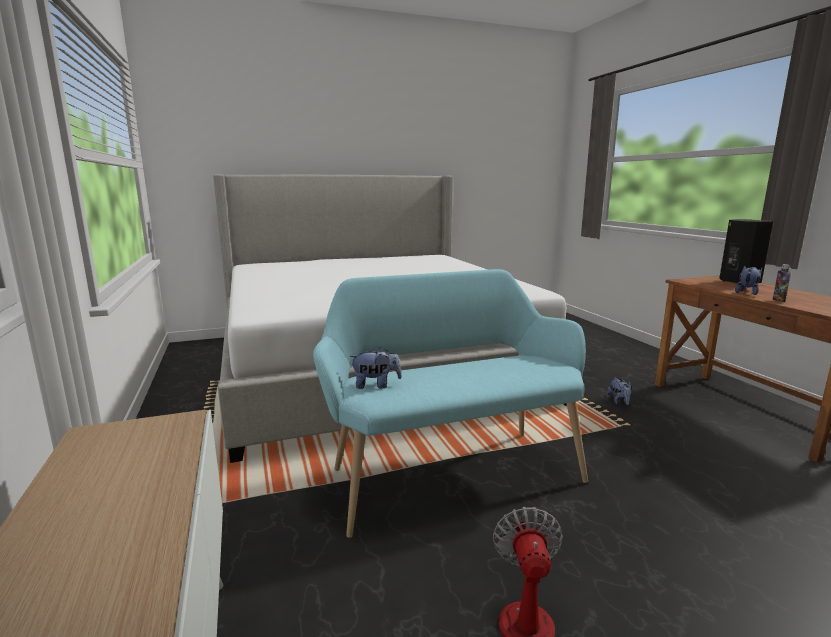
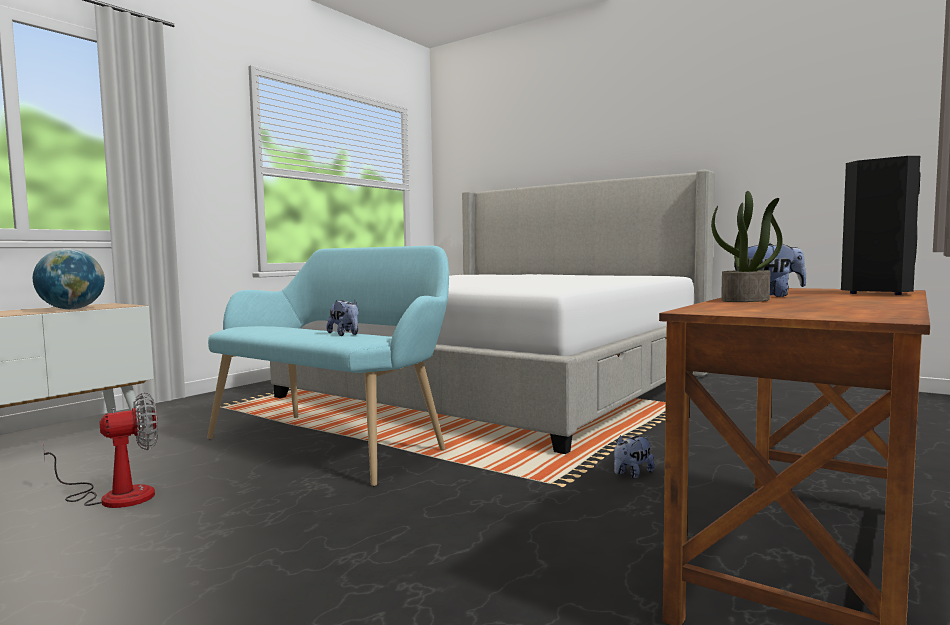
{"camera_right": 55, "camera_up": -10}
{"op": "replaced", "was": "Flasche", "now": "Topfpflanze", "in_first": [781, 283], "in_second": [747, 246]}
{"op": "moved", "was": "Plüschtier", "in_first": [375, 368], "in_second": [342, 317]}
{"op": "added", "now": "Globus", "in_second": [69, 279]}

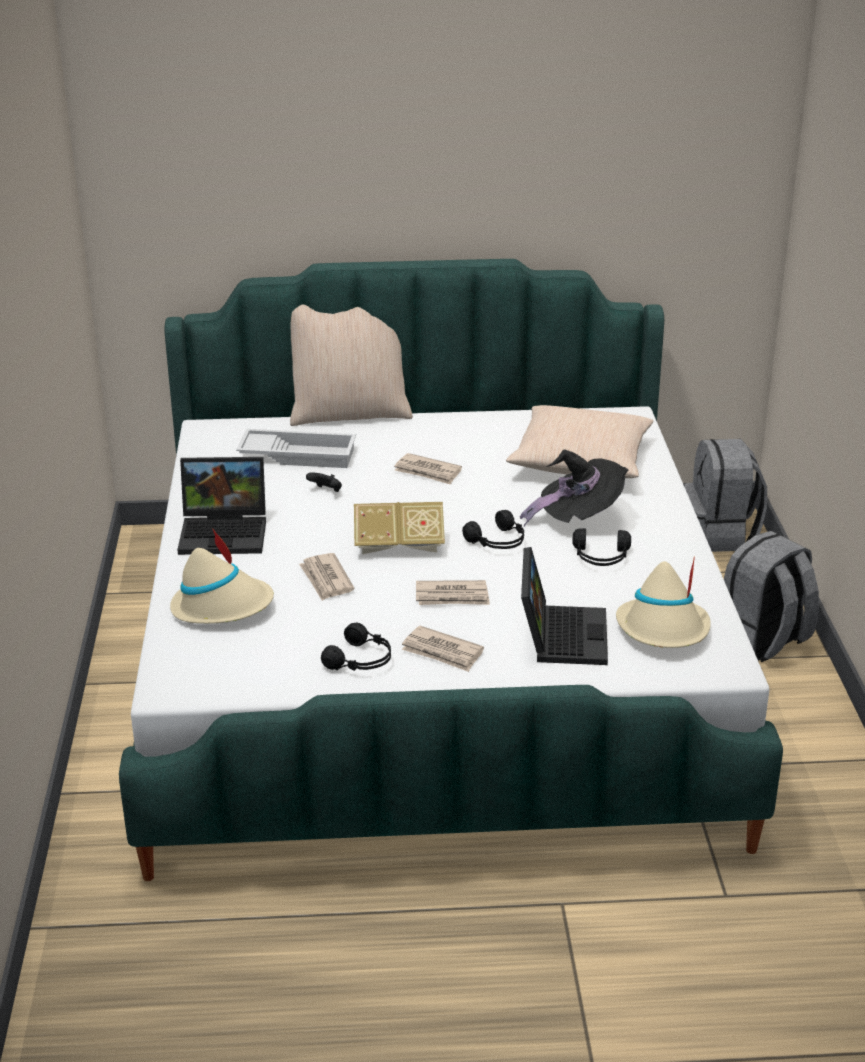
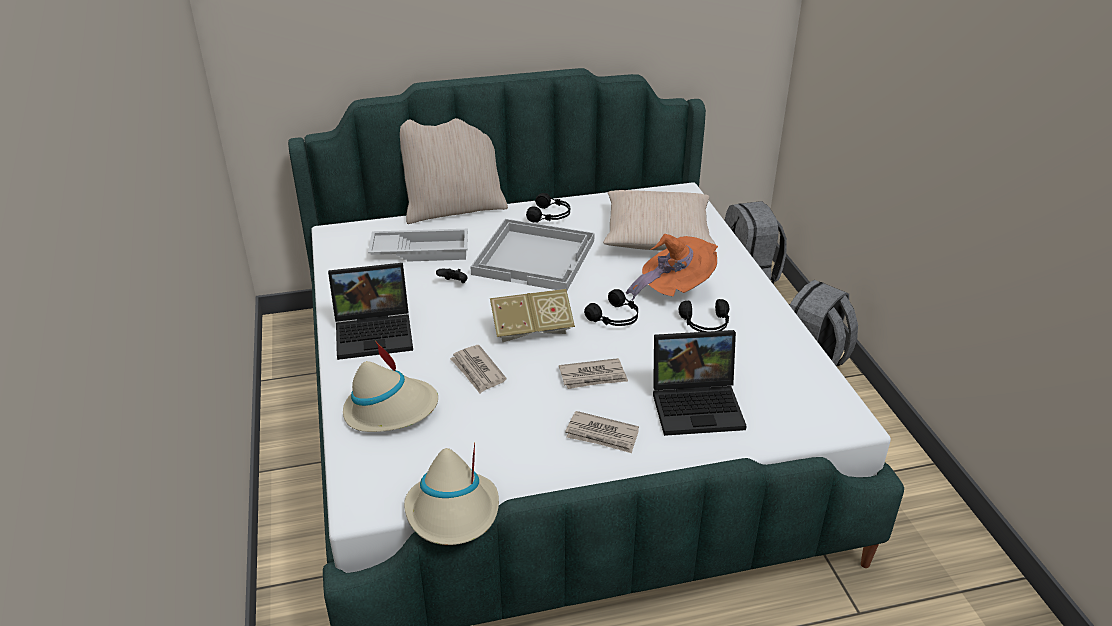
{"camera_right": -10, "camera_up": 5}
{"op": "recoloured", "was": "Hut (schwarz)", "now": "Hut (orange)", "in_first": [574, 487], "in_second": [672, 267]}
{"op": "replaced", "was": "Zeitung", "now": "Tablett (weiß)", "in_first": [428, 469], "in_second": [532, 254]}
{"op": "turned", "was": "Laptop", "in_first": [564, 606], "in_second": [699, 383], "clockwise": 90}
{"op": "moved", "was": "Hut (beige)", "in_first": [663, 602], "in_second": [451, 493]}
{"op": "moved", "was": "Kopfhörer (schwarz)", "in_first": [356, 647], "in_second": [548, 208]}

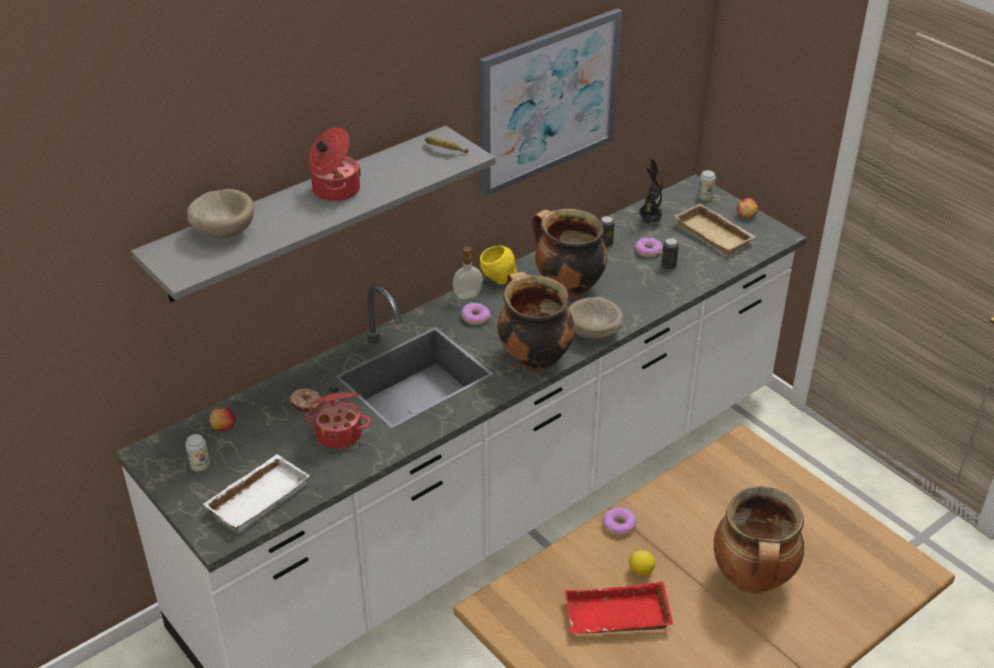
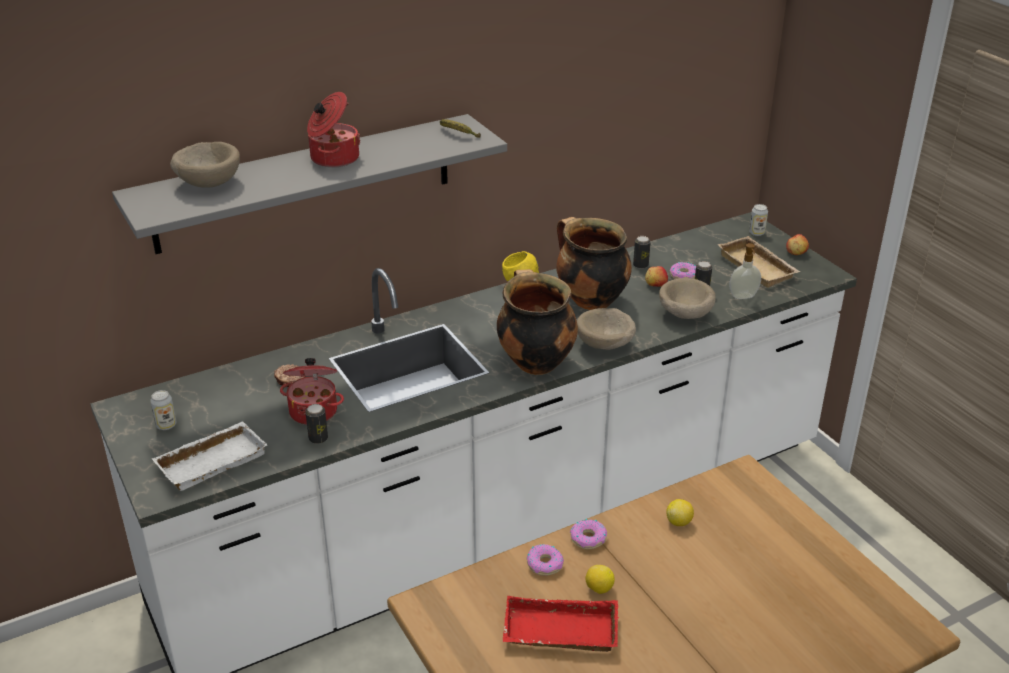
{"camera_right": 10, "camera_up": -5}
{"op": "removed", "was": "Bild", "in_first": [550, 103]}
{"op": "removed", "was": "Topfpflanze", "in_first": [649, 190]}
{"op": "moved", "was": "Seifenspender", "in_first": [467, 273], "in_second": [745, 271]}
{"op": "moved", "was": "Donut", "in_first": [475, 314], "in_second": [545, 560]}
{"op": "moved", "was": "Apfel", "in_first": [222, 419], "in_second": [656, 276]}
{"op": "removed", "was": "Kochtopf", "in_first": [759, 539]}
{"op": "added", "now": "Schüssel (beige)", "in_second": [687, 298]}
{"op": "added", "now": "Dose", "in_second": [316, 424]}
{"op": "added", "now": "Zitrone", "in_second": [680, 512]}

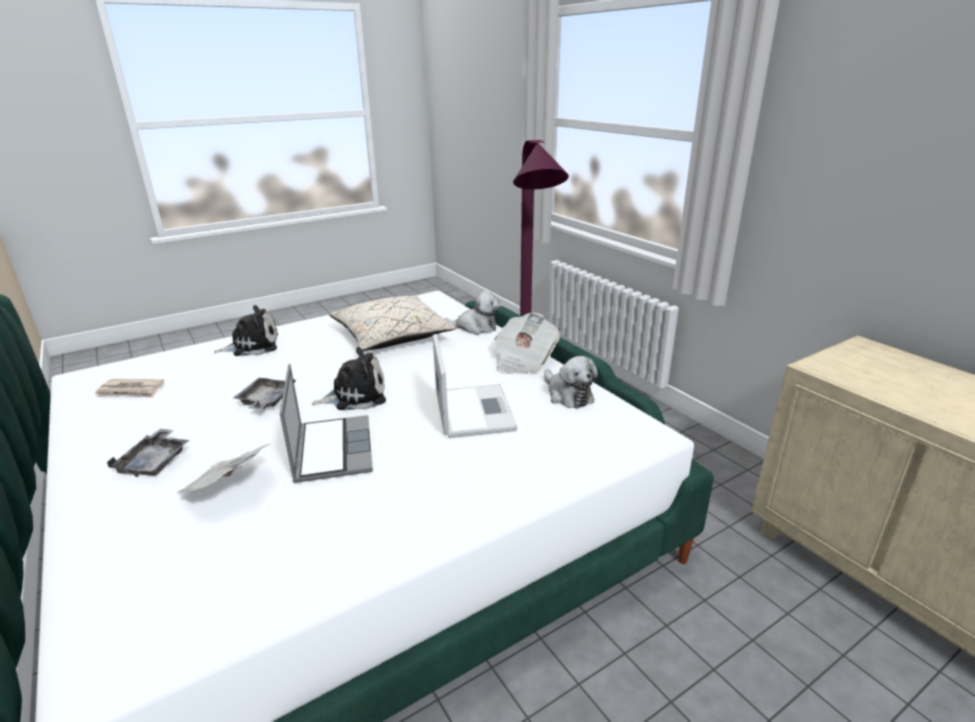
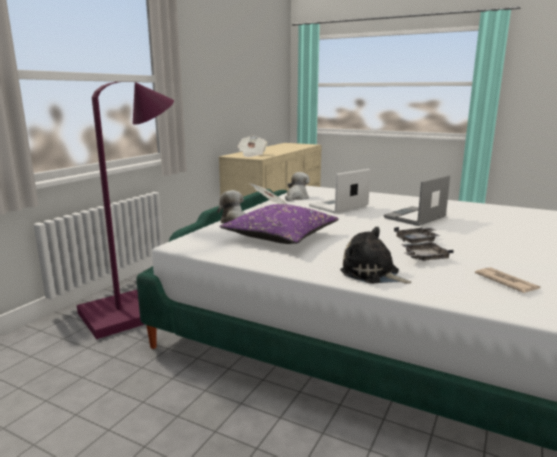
{"camera_right": -120, "camera_up": -10}
{"op": "recoloured", "was": "Kissen (beige)", "now": "Kissen (lila)", "in_first": [392, 323], "in_second": [279, 224]}
{"op": "removed", "was": "Plüschtier", "in_first": [349, 378]}
{"op": "moved", "was": "Tablett (grau)", "in_first": [148, 452], "in_second": [428, 251]}
{"op": "moved", "was": "Zeitung", "in_first": [224, 468], "in_second": [252, 146]}

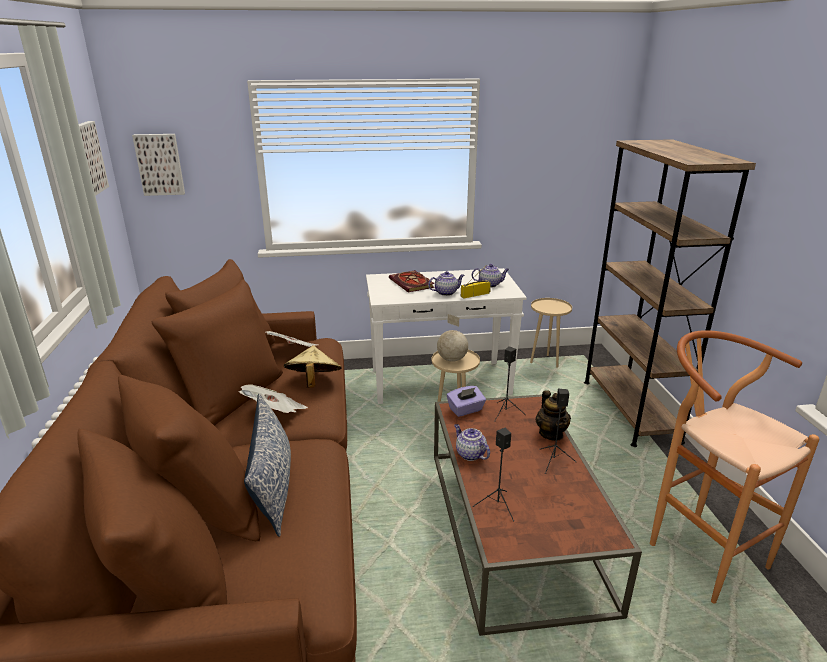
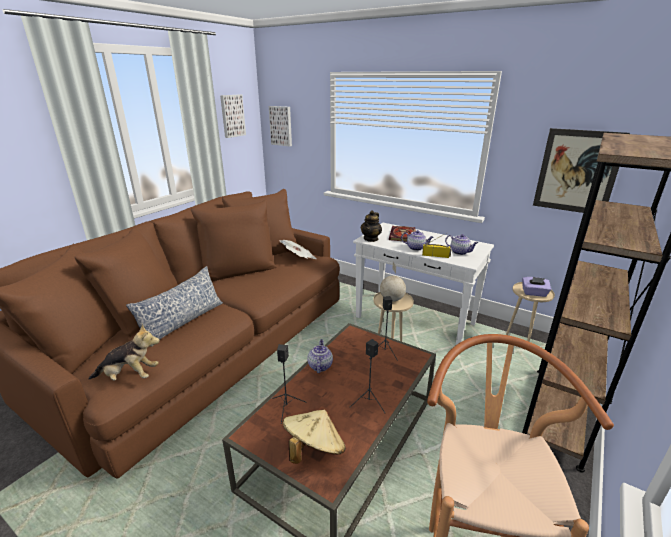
{"camera_right": 40, "camera_up": 0}
{"op": "moved", "was": "Hut (beige)", "in_first": [313, 366], "in_second": [314, 436]}
{"op": "removed", "was": "Zeitung", "in_first": [273, 398]}
{"op": "moved", "was": "Taschentuchbox (lila)", "in_first": [466, 401], "in_second": [536, 287]}
{"op": "moved", "was": "Teekanne", "in_first": [553, 415], "in_second": [371, 226]}
{"op": "added", "now": "Bild", "in_second": [581, 170]}
{"op": "added", "now": "Plüschtier", "in_second": [124, 352]}

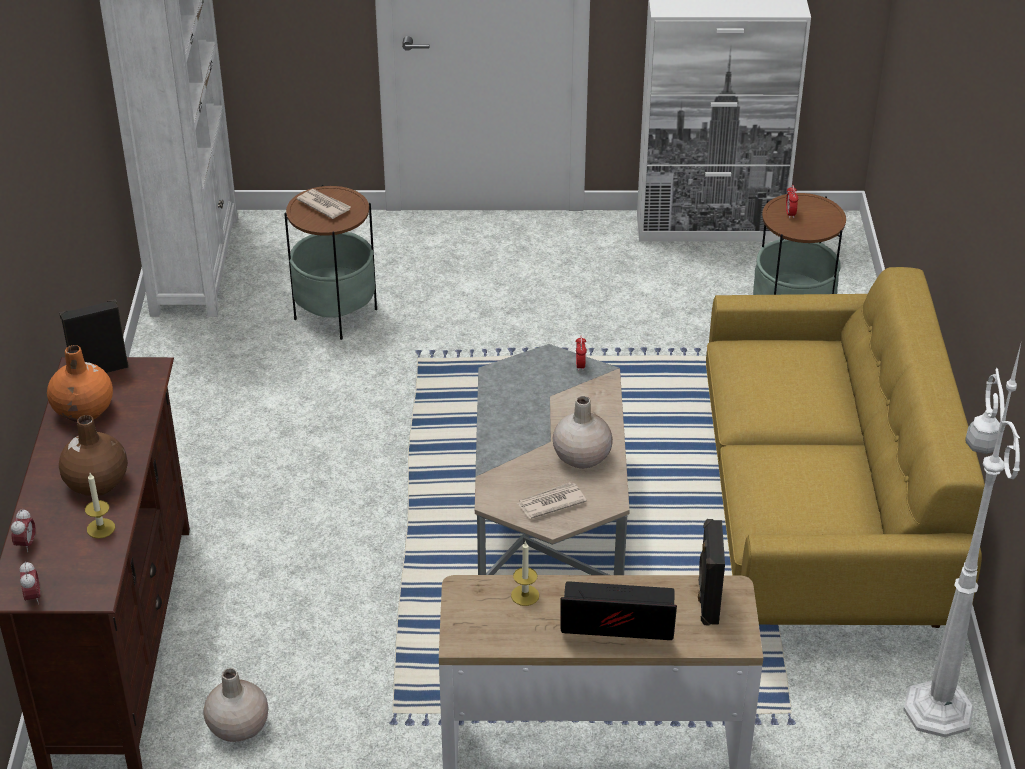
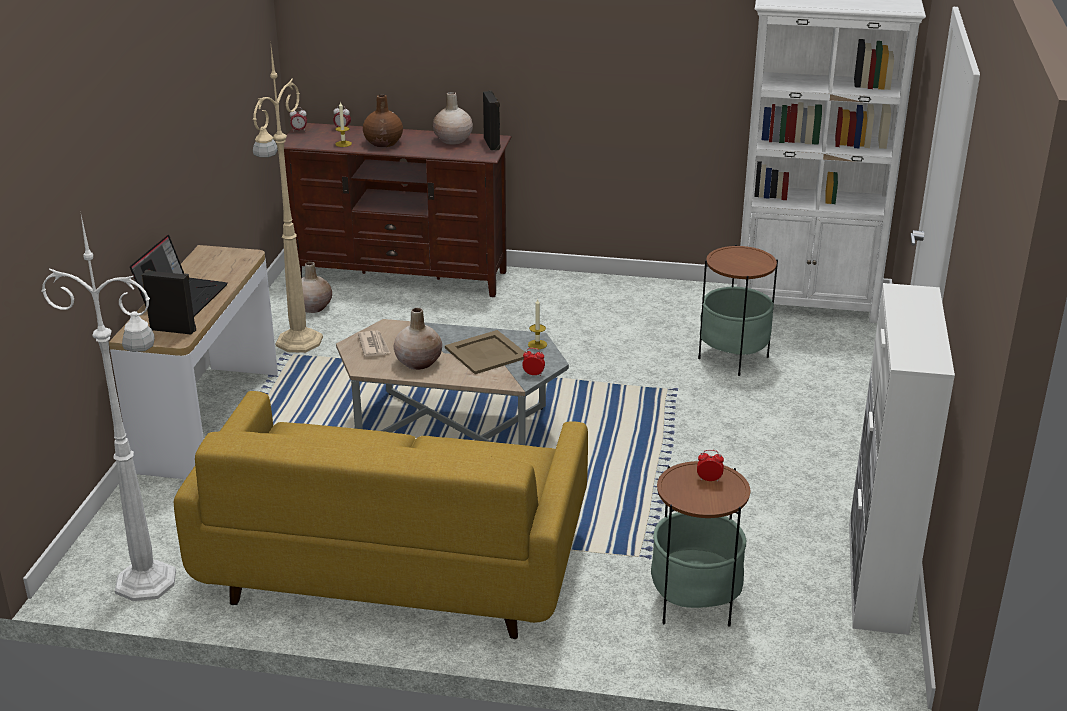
{"camera_right": 100, "camera_up": -10}
{"op": "removed", "was": "Zeitung", "in_first": [323, 204]}
{"op": "recoloured", "was": "Vase (orange)", "now": "Vase (beige)", "in_first": [80, 383], "in_second": [453, 118]}
{"op": "moved", "was": "Kerze", "in_first": [525, 573], "in_second": [537, 324]}
{"op": "added", "now": "Stehlampe (beige)", "in_second": [288, 200]}
{"op": "added", "now": "Tablett (beige)", "in_second": [485, 352]}

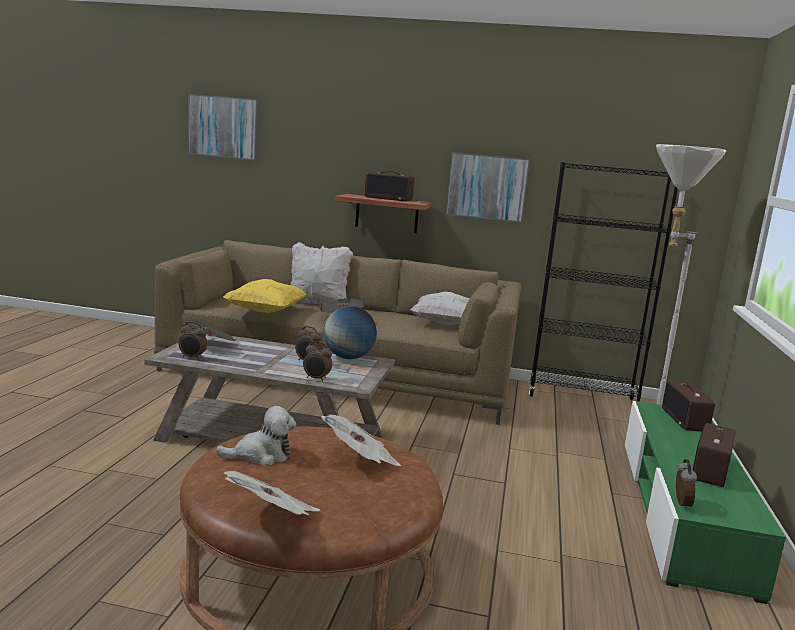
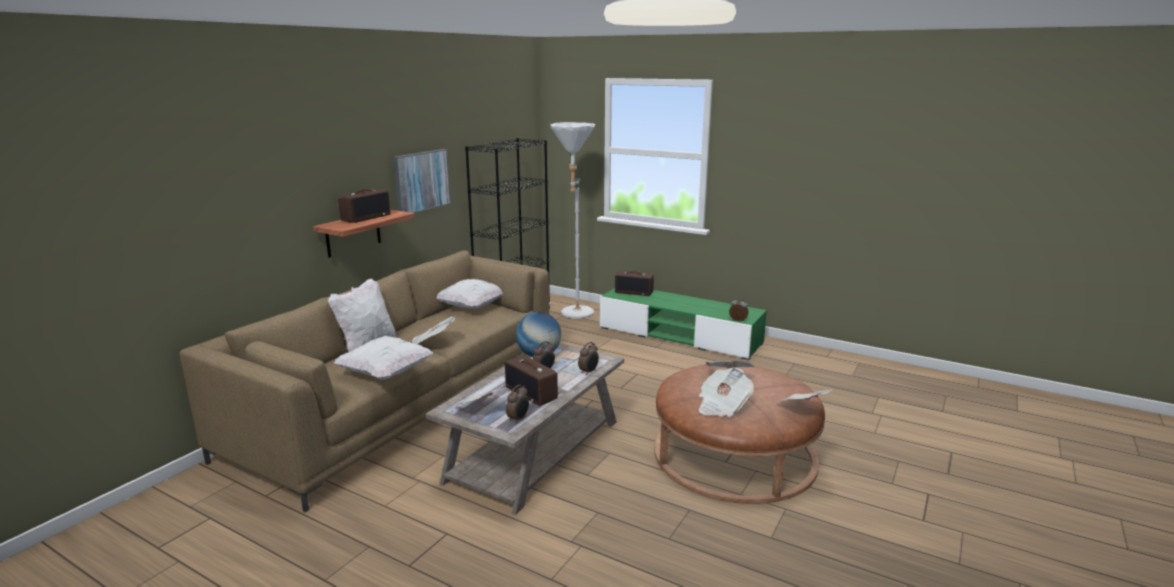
{"camera_right": -70, "camera_up": 5}
{"op": "removed", "was": "Bild", "in_first": [223, 127]}
{"op": "recoloured", "was": "Kissen (gelb)", "now": "Kissen (weiß)", "in_first": [264, 296], "in_second": [383, 357]}
{"op": "replaced", "was": "Plüschtier", "now": "Zeitung", "in_first": [256, 436], "in_second": [726, 392]}
{"op": "moved", "was": "Radio", "in_first": [714, 455], "in_second": [531, 380]}

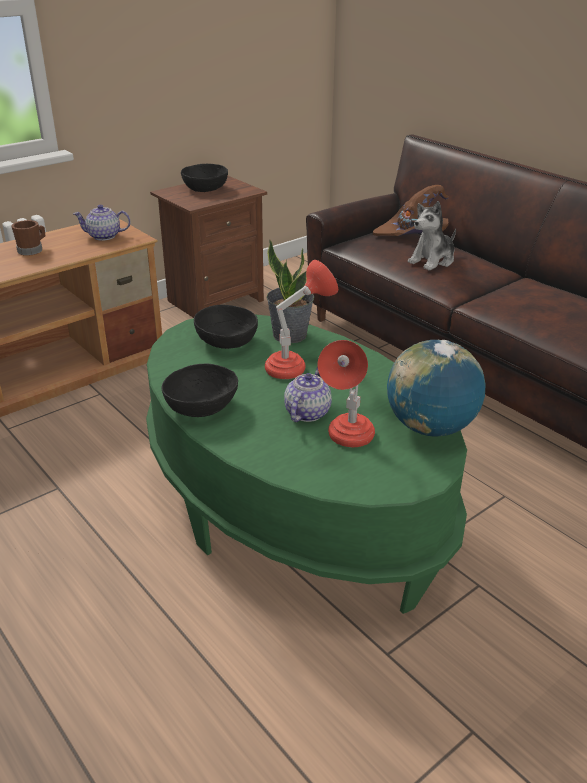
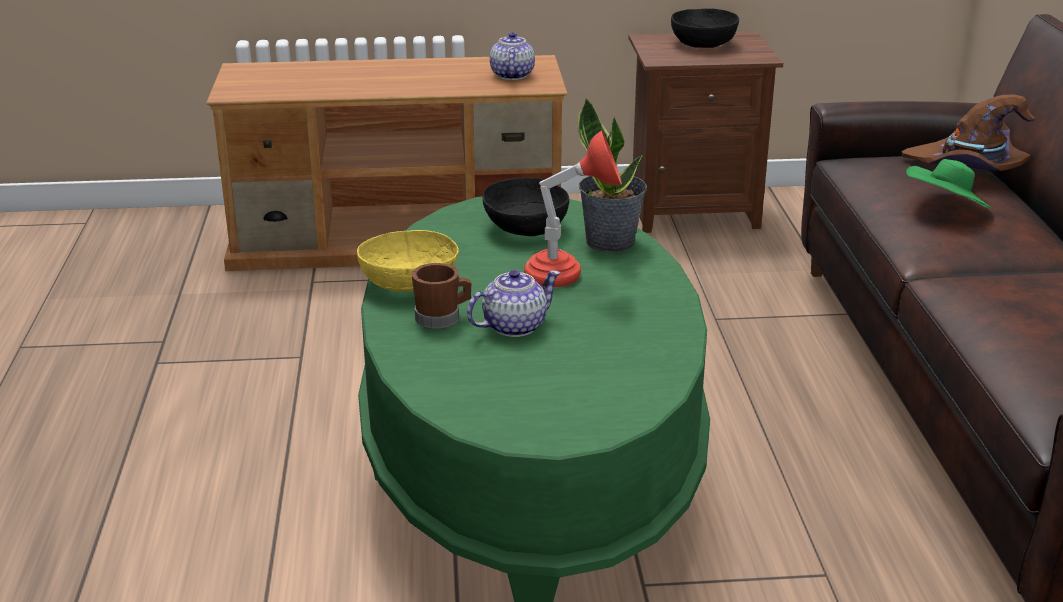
{"camera_right": 35, "camera_up": -5}
{"op": "replaced", "was": "Plüschtier", "now": "Hut (grün)", "in_first": [432, 236], "in_second": [949, 184]}
{"op": "turned", "was": "Teekanne", "in_first": [102, 222], "in_second": [512, 56], "clockwise": 60}
{"op": "moved", "was": "Henkelbecher (braun)", "in_first": [28, 238], "in_second": [441, 296]}
{"op": "removed", "was": "Globus", "in_first": [436, 387]}
{"op": "removed", "was": "Tischlampe (rot)", "in_first": [346, 393]}
{"op": "recoloured", "was": "Schüssel (schwarz)", "now": "Schüssel (gelb)", "in_first": [200, 390], "in_second": [408, 261]}

